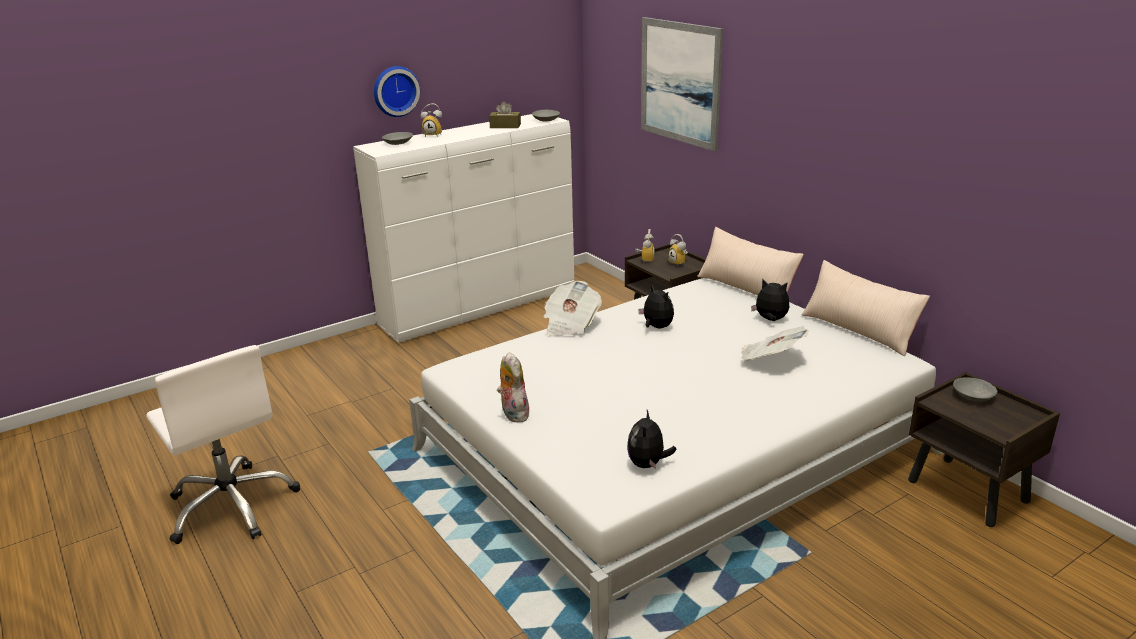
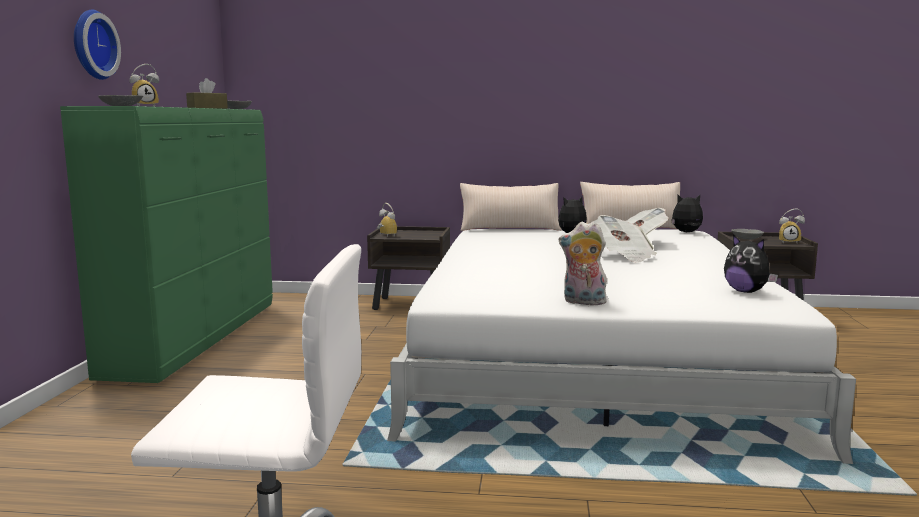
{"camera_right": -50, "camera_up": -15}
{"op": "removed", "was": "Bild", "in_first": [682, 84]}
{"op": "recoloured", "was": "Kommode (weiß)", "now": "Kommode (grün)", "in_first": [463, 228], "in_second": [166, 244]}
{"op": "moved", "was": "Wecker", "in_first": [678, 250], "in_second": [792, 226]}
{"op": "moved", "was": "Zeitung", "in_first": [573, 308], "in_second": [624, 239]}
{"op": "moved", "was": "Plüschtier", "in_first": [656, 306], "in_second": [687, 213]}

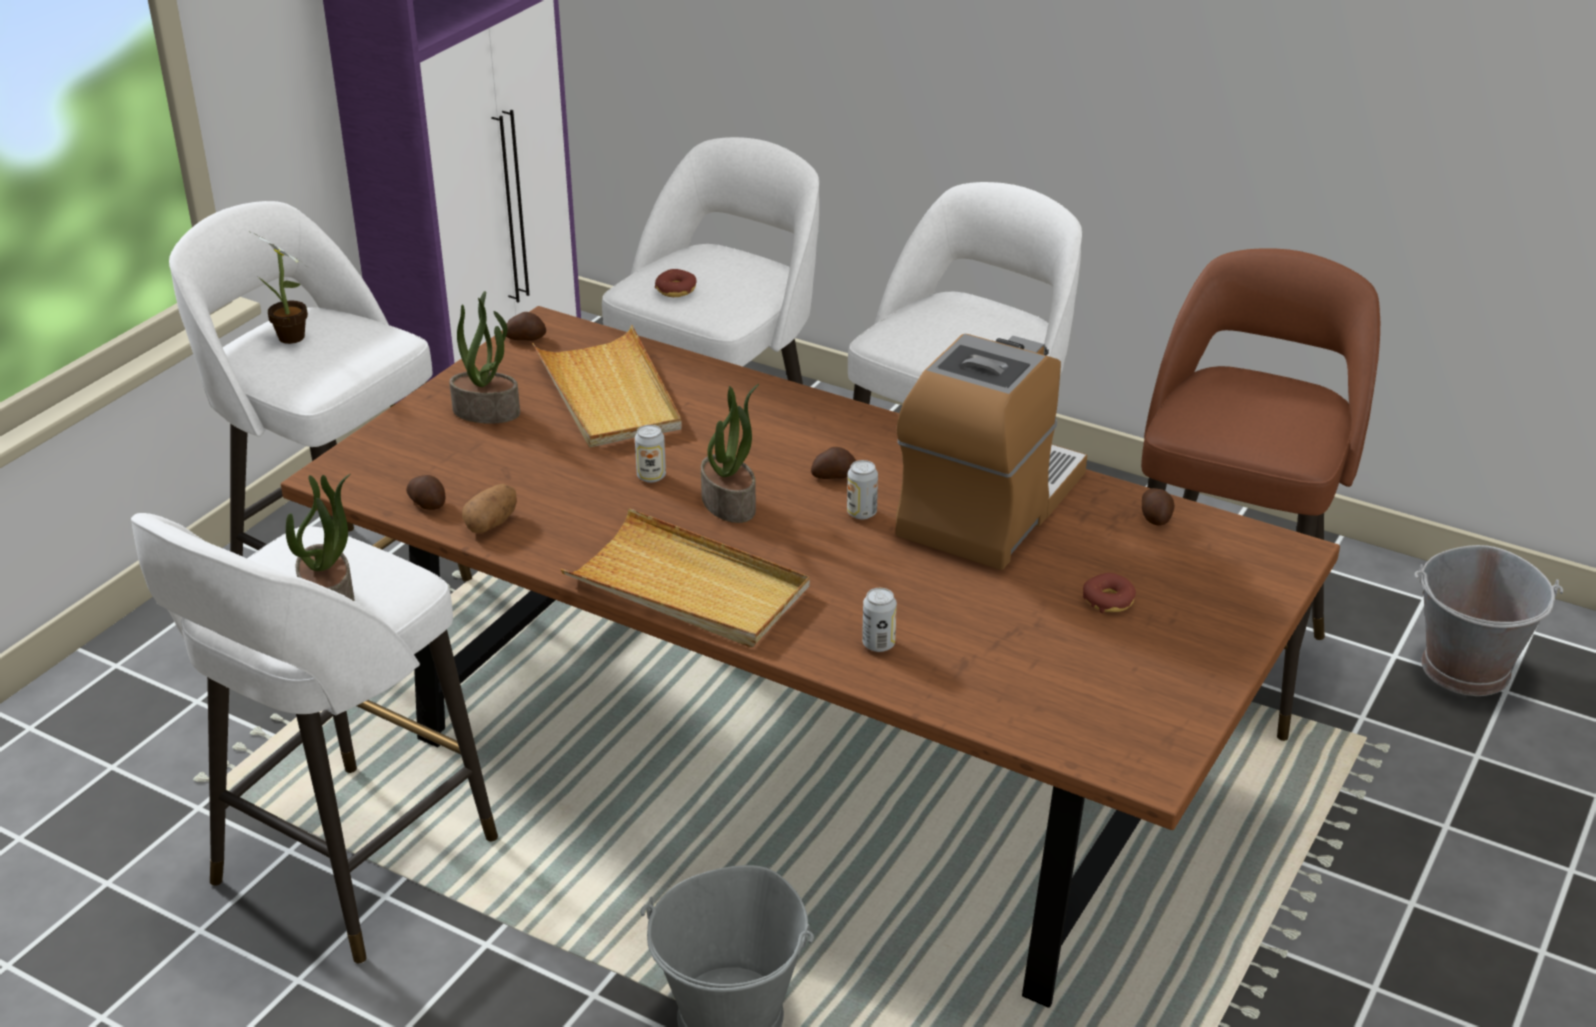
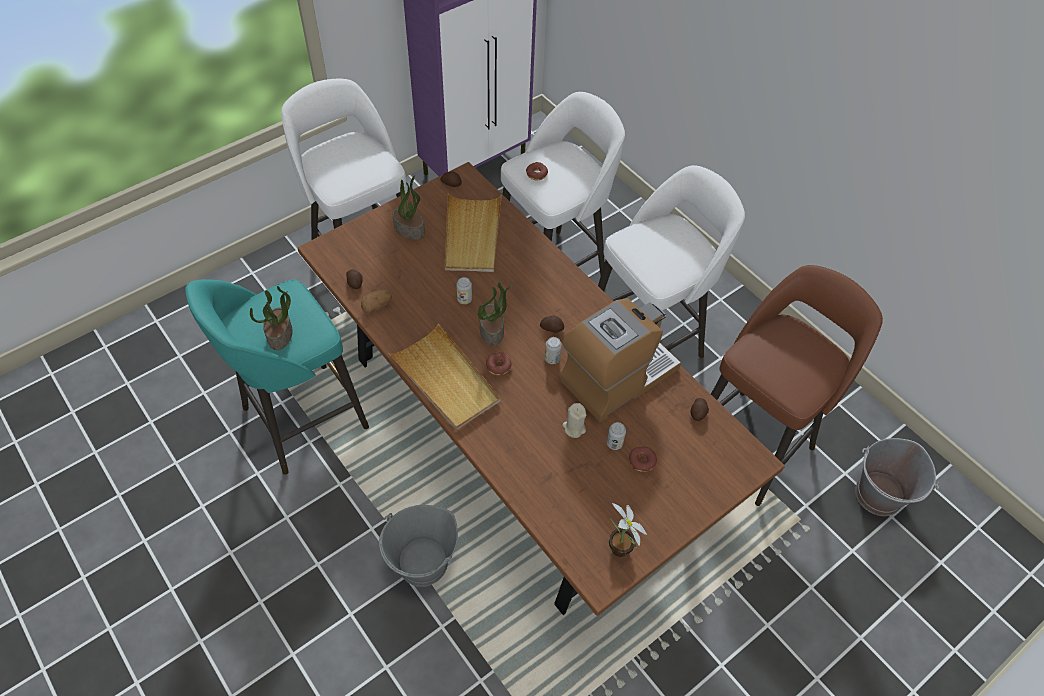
{"camera_right": 20, "camera_up": 20}
{"op": "moved", "was": "Topfpflanze", "in_first": [281, 288], "in_second": [628, 530]}
{"op": "recoloured", "was": "Hocker (weiß)", "now": "Hocker (türkis)", "in_first": [314, 738], "in_second": [277, 377]}
{"op": "moved", "was": "Dose", "in_first": [879, 620], "in_second": [616, 436]}
{"op": "added", "now": "Donut", "in_second": [499, 364]}
{"op": "added", "now": "Kerze (beige)", "in_second": [574, 420]}

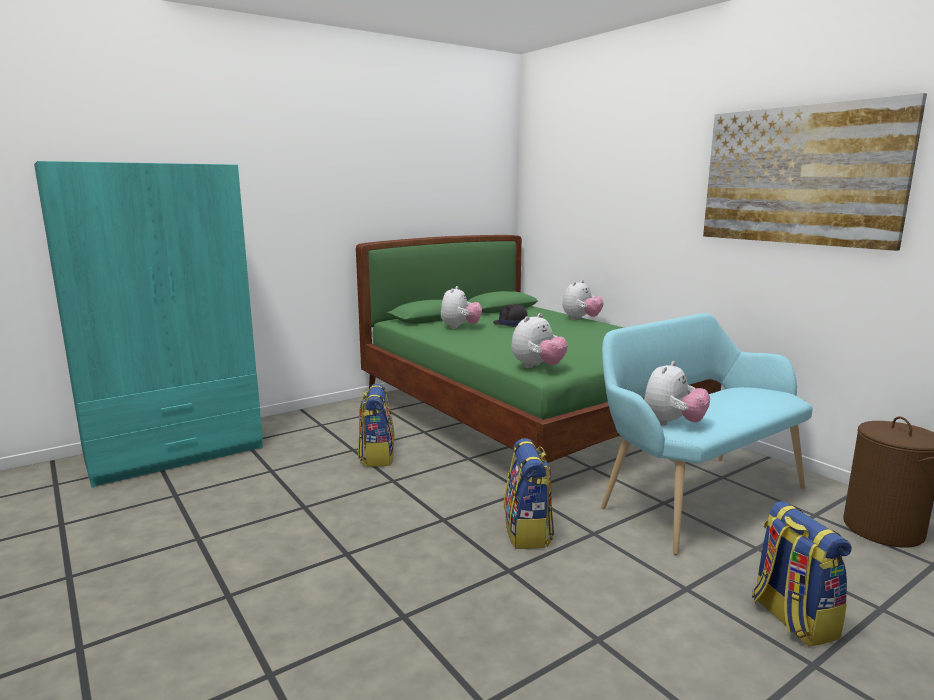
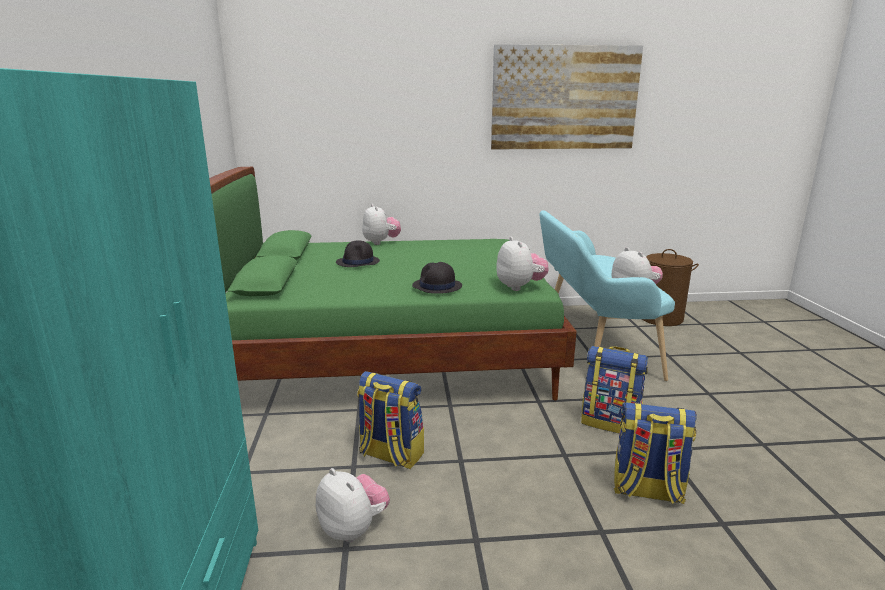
{"camera_right": -60, "camera_up": 5}
{"op": "moved", "was": "Plüschtier", "in_first": [461, 307], "in_second": [353, 505]}
{"op": "moved", "was": "Rucksack", "in_first": [802, 574], "in_second": [655, 453]}
{"op": "added", "now": "Hut (schwarz)", "in_second": [437, 278]}

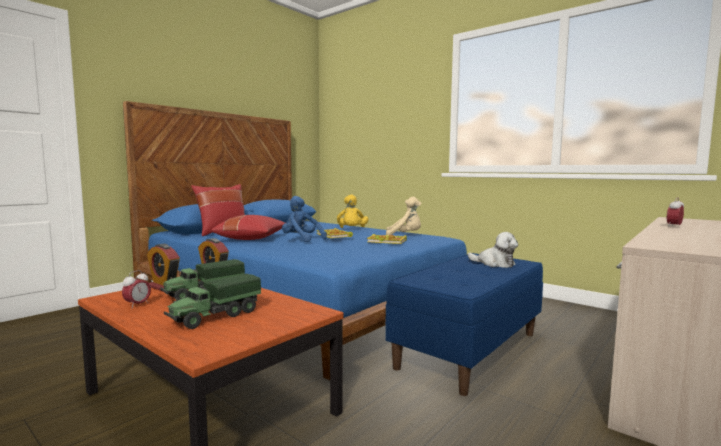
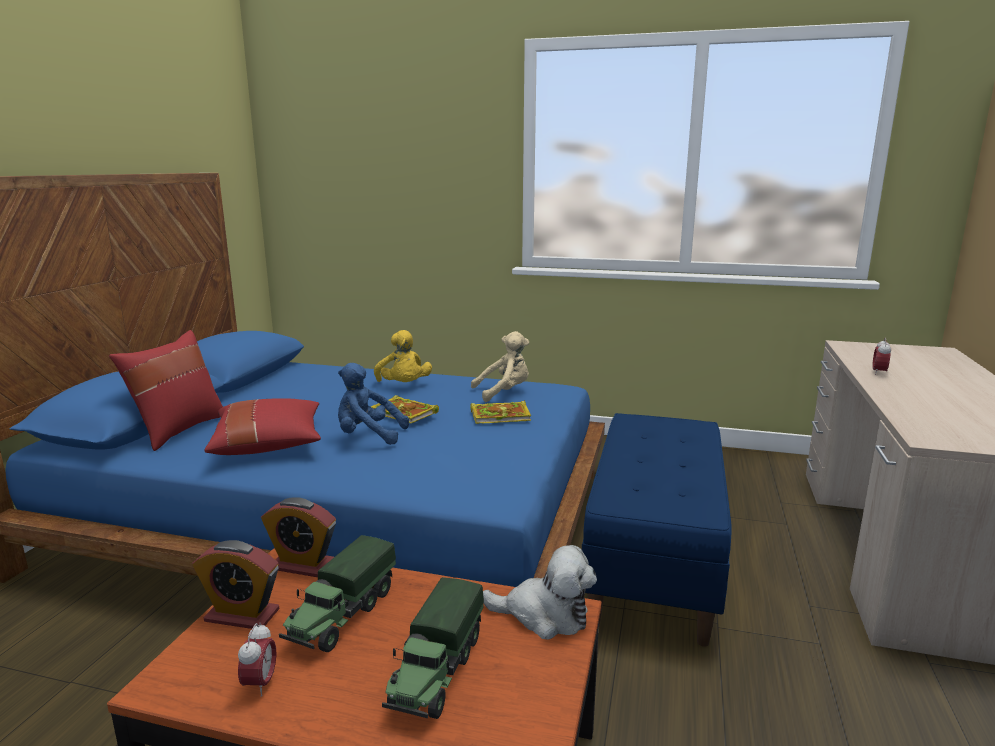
{"camera_right": -25, "camera_up": 10}
{"op": "moved", "was": "Plüschtier", "in_first": [493, 250], "in_second": [540, 592]}

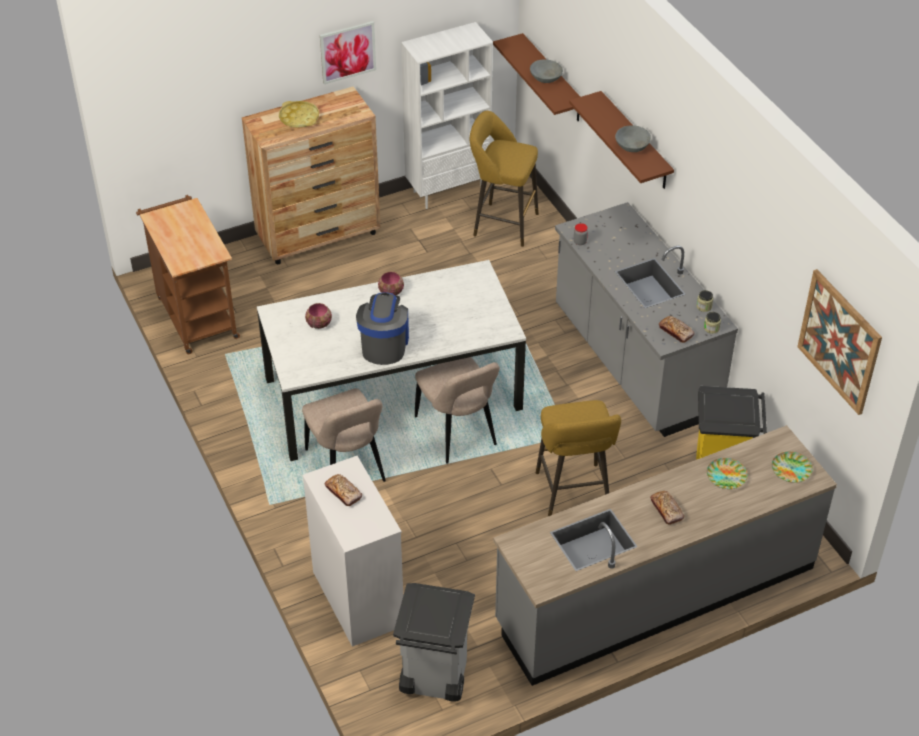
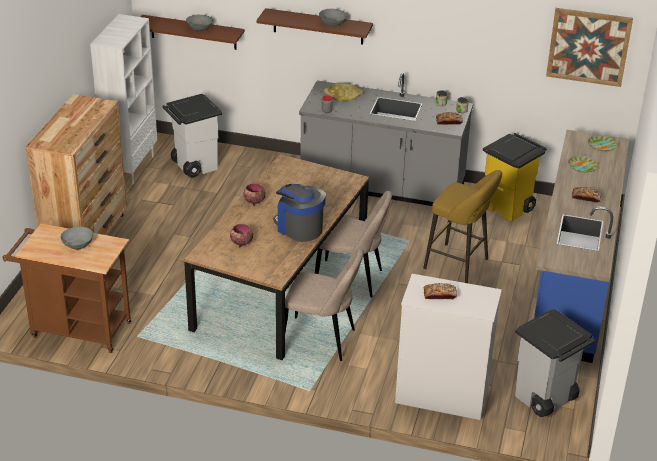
{"camera_right": -50, "camera_up": -10}
{"op": "removed", "was": "Bild", "in_first": [348, 52]}
{"op": "moved", "was": "Tablett (gelb)", "in_first": [299, 114], "in_second": [343, 92]}
{"op": "replaced", "was": "Hocker (gelb)", "now": "Mülleimer (weiß)", "in_first": [504, 179], "in_second": [192, 136]}
{"op": "recoloured", "was": "Esstisch (weiß)", "now": "Esstisch (braun)", "in_first": [391, 360], "in_second": [276, 257]}
{"op": "recoloured", "was": "Küchenzeile (grau)", "now": "Küchenzeile (blau)", "in_first": [665, 555], "in_second": [581, 246]}
{"op": "added", "now": "Schüssel (grau)", "in_second": [77, 238]}

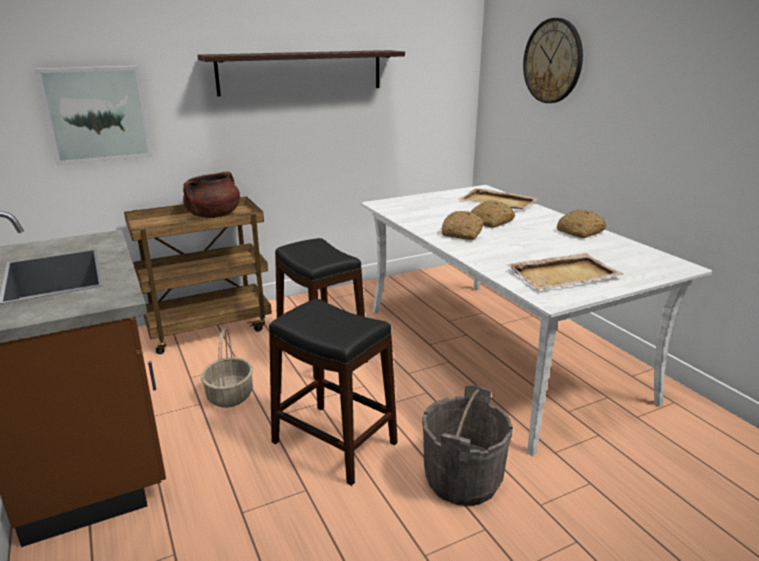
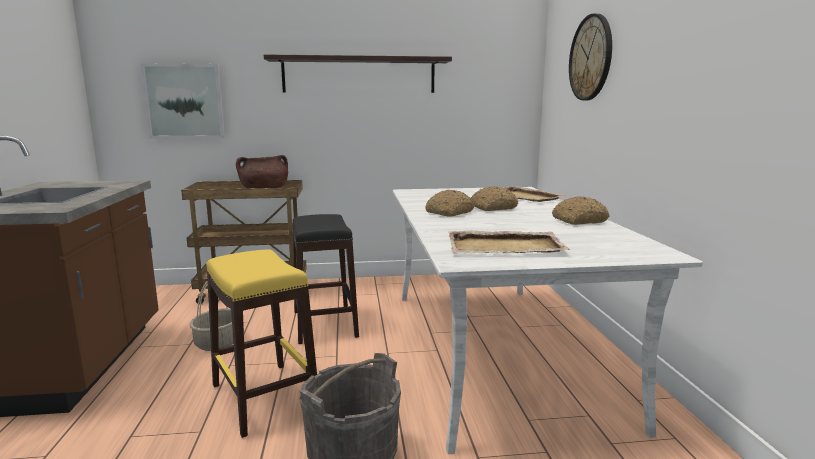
{"camera_right": 20, "camera_up": -10}
{"op": "recoloured", "was": "Hocker (schwarz)", "now": "Hocker (gelb)", "in_first": [333, 392], "in_second": [261, 343]}

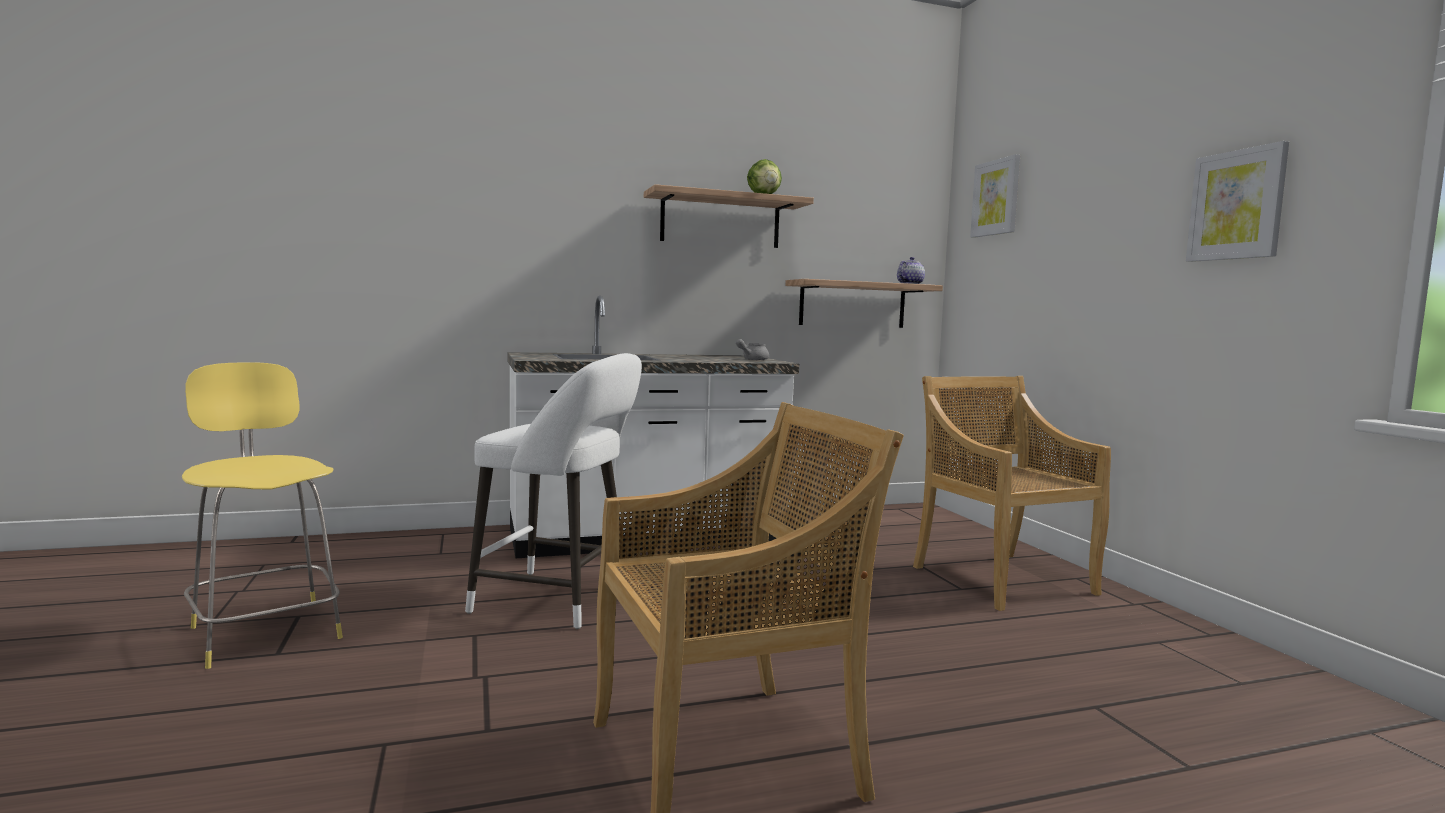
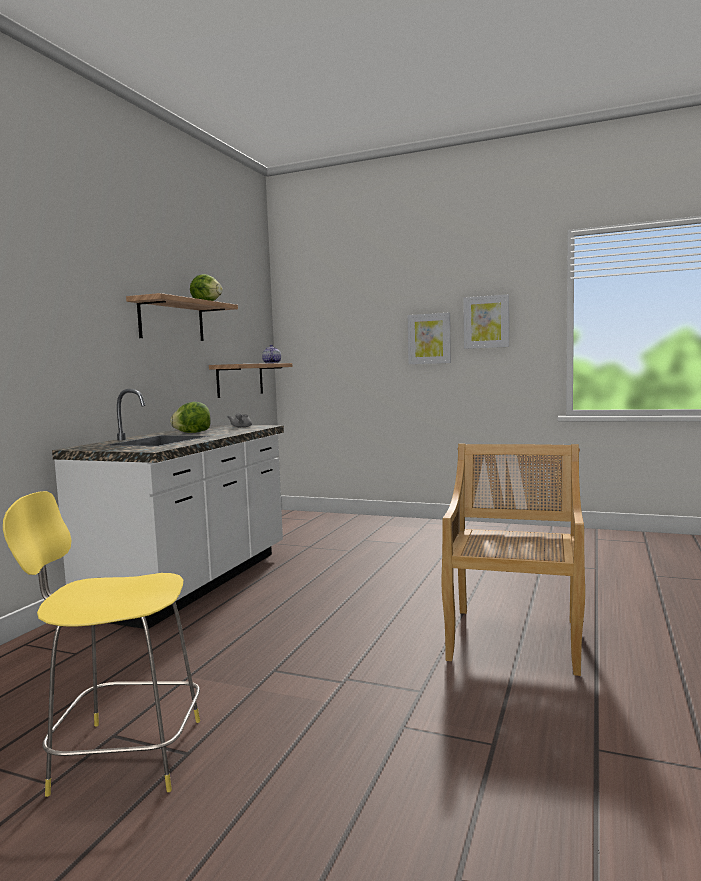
{"camera_right": -50, "camera_up": 0}
{"op": "moved", "was": "Bild", "in_first": [995, 196], "in_second": [429, 338]}
{"op": "removed", "was": "Hocker (weiß)", "in_first": [553, 491]}
{"op": "removed", "was": "Stuhl (beige)", "in_first": [1012, 493]}
{"op": "added", "now": "Salatkopf", "in_second": [190, 417]}

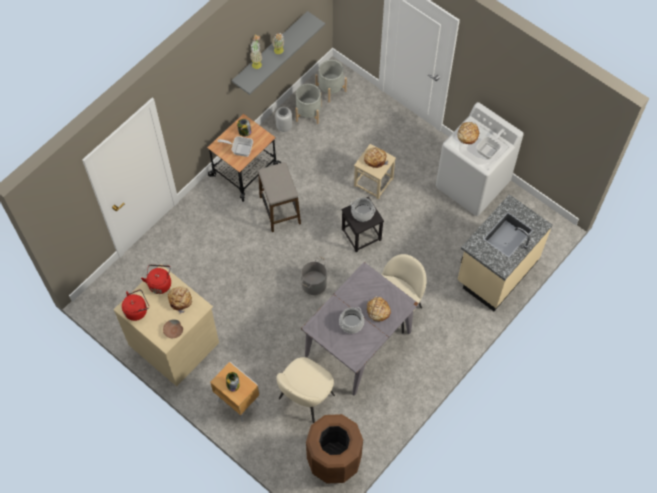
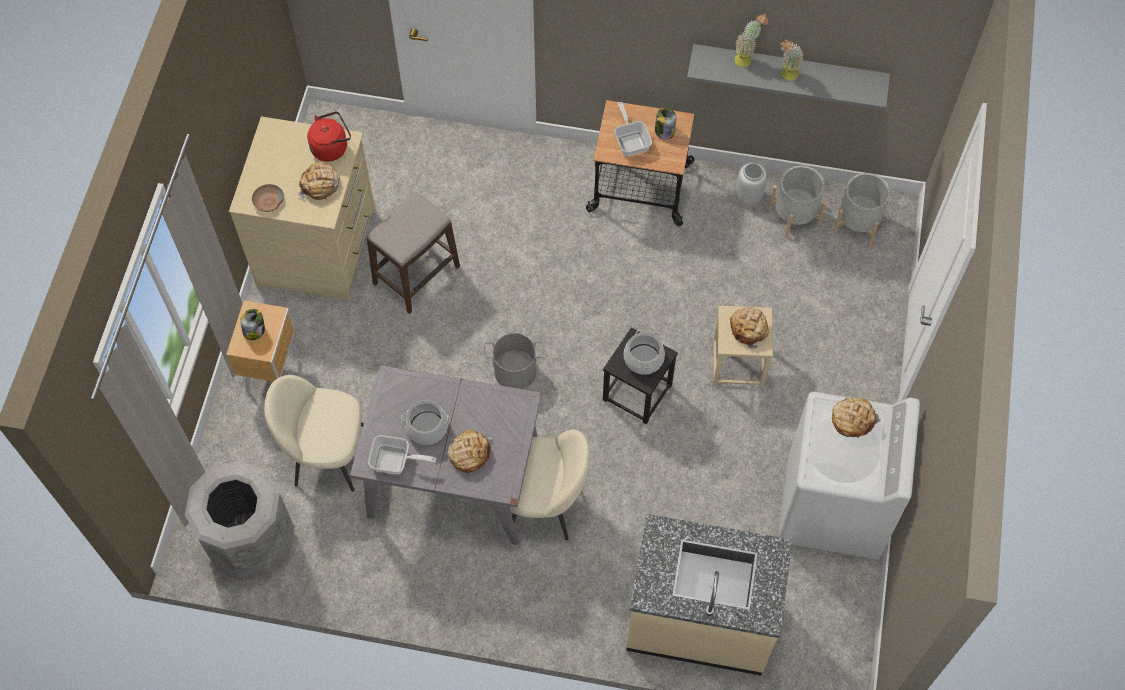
{"camera_right": 60, "camera_up": 0}
{"op": "moved", "was": "Pfanne", "in_first": [490, 144], "in_second": [402, 454]}
{"op": "moved", "was": "Hocker", "in_first": [279, 197], "in_second": [413, 253]}
{"op": "removed", "was": "Wasserkessel (rot)", "in_first": [135, 305]}
{"op": "recoloured", "was": "Mülleimer (braun)", "now": "Mülleimer (grau)", "in_first": [334, 448], "in_second": [239, 520]}

